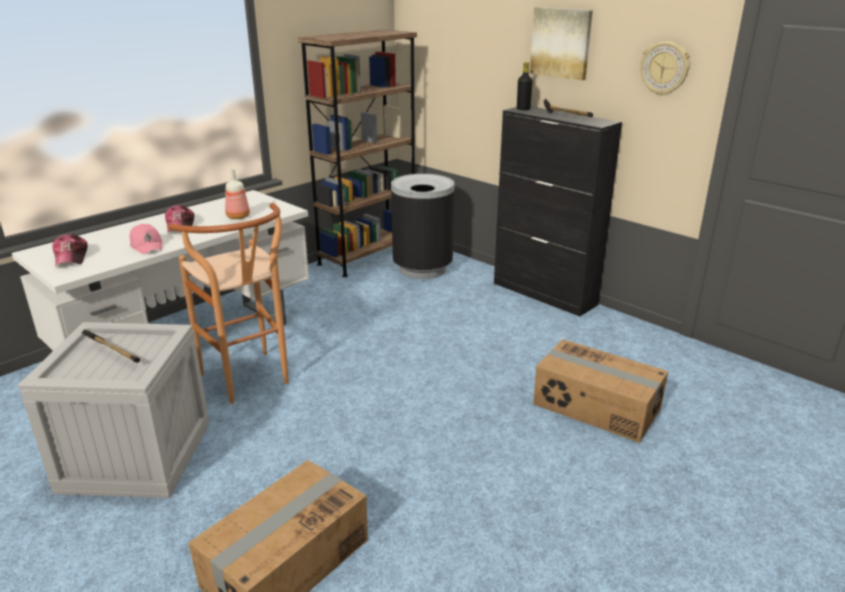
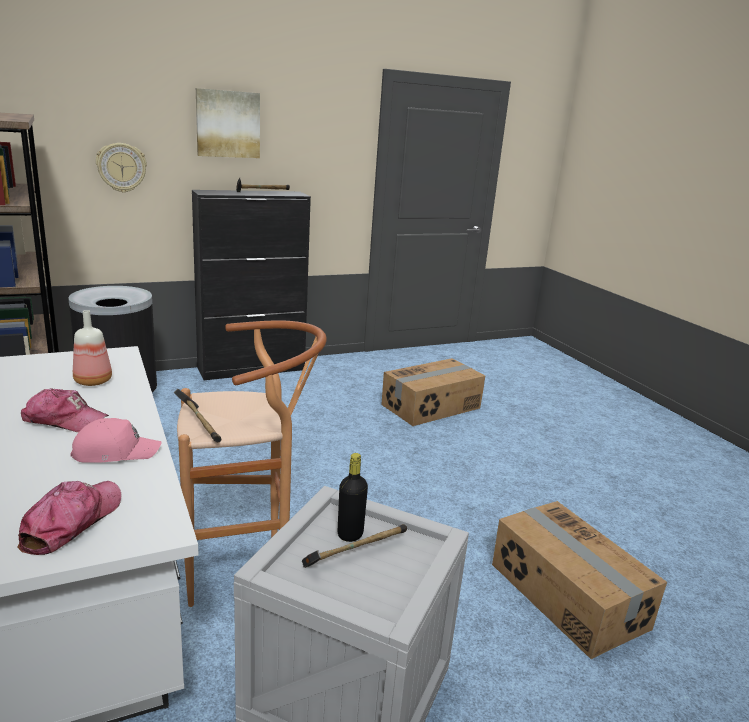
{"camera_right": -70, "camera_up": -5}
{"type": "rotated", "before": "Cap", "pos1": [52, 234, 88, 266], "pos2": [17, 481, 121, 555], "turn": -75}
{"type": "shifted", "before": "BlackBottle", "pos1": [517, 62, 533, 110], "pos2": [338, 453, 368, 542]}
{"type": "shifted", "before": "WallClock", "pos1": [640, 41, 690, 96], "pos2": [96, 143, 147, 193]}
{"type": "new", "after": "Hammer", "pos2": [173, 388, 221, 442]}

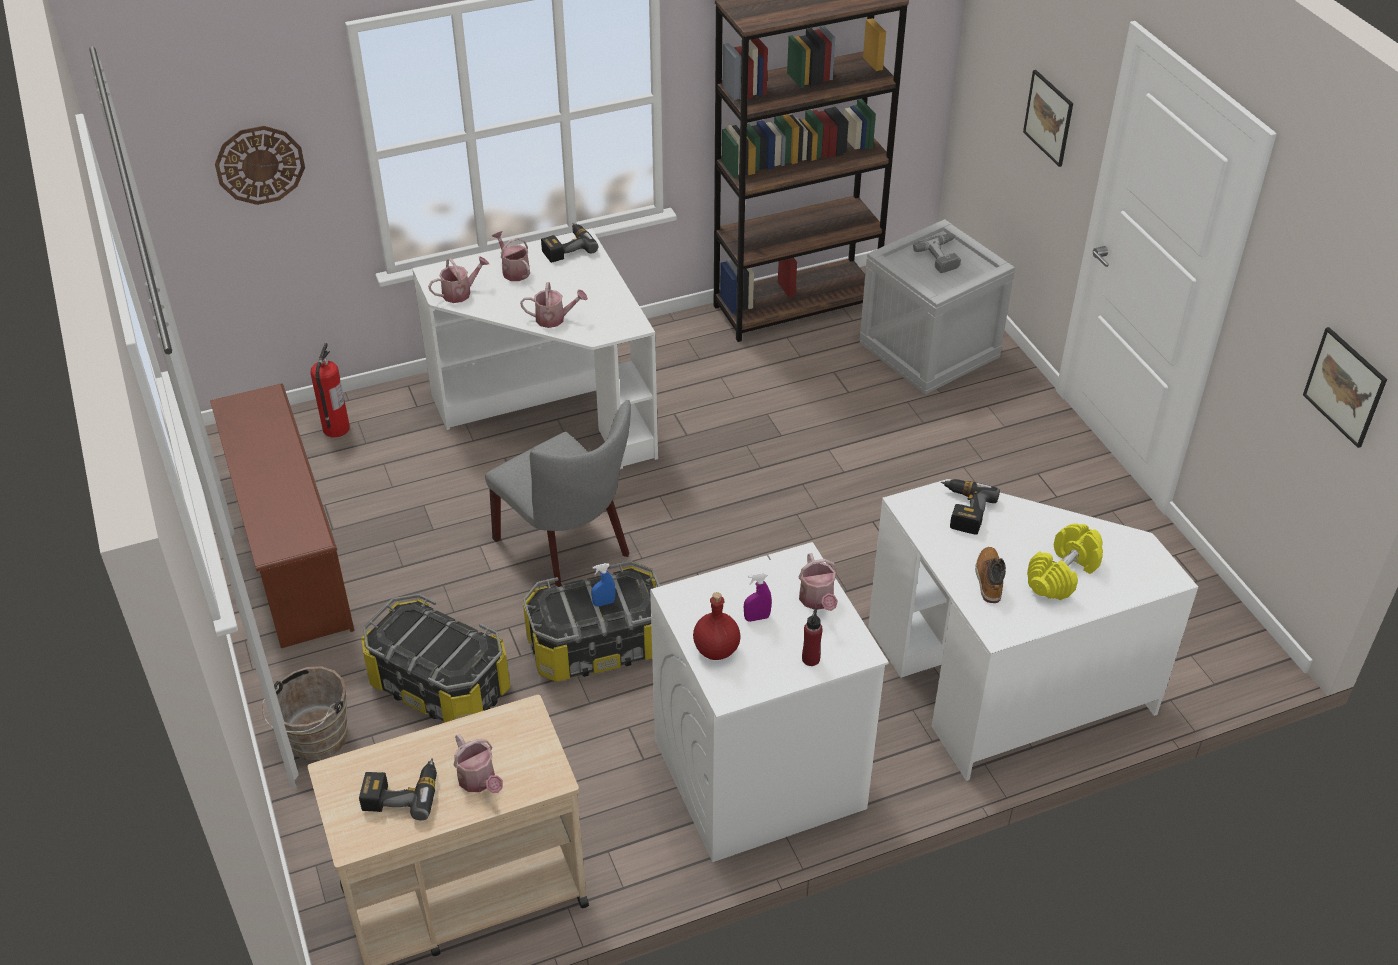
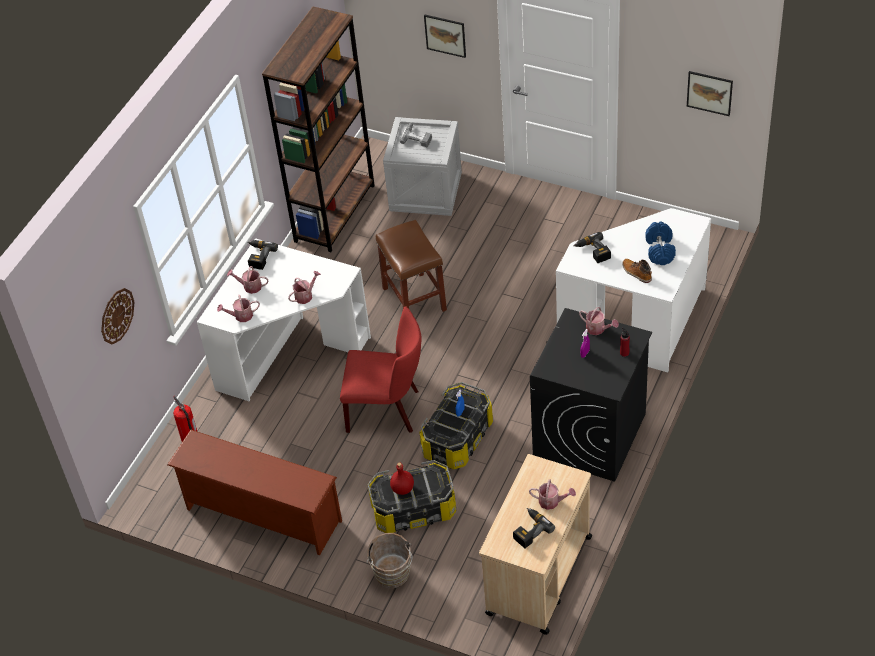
{"camera_right": -40, "camera_up": 5}
{"type": "rotated", "before": "WateringCan", "pos1": [428, 256, 489, 303], "pos2": [217, 295, 260, 322], "turn": -120}
{"type": "repainted", "before": "GreyChair", "after": "RedChair", "pos1": [485, 400, 631, 587], "pos2": [340, 306, 422, 433]}
{"type": "repainted", "before": "WhiteWashingMachine", "after": "BlackWashingMachine", "pos1": [650, 542, 889, 862], "pos2": [530, 308, 652, 482]}
{"type": "shifted", "before": "RedBottle", "pos1": [693, 592, 741, 660], "pos2": [390, 463, 414, 495]}
{"type": "repainted", "before": "YellowDumbbell", "after": "BlueDumbbell", "pos1": [1027, 524, 1103, 600], "pos2": [645, 222, 676, 265]}
{"type": "new", "after": "BrownStool", "pos2": [376, 220, 447, 312]}

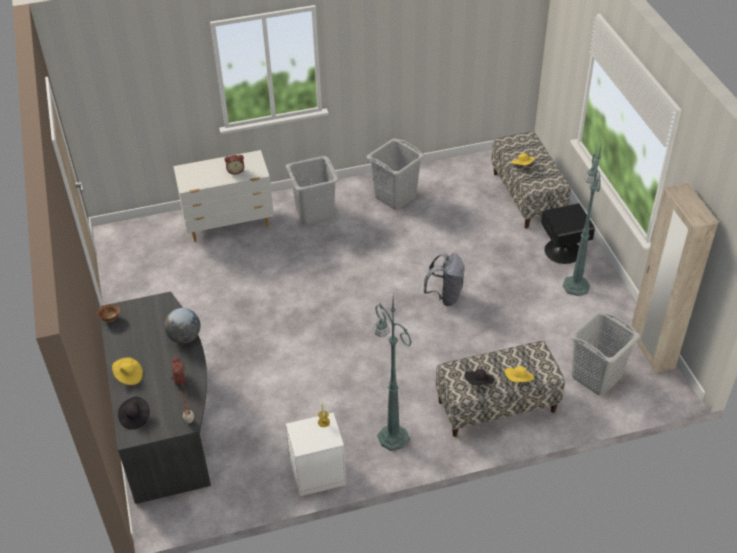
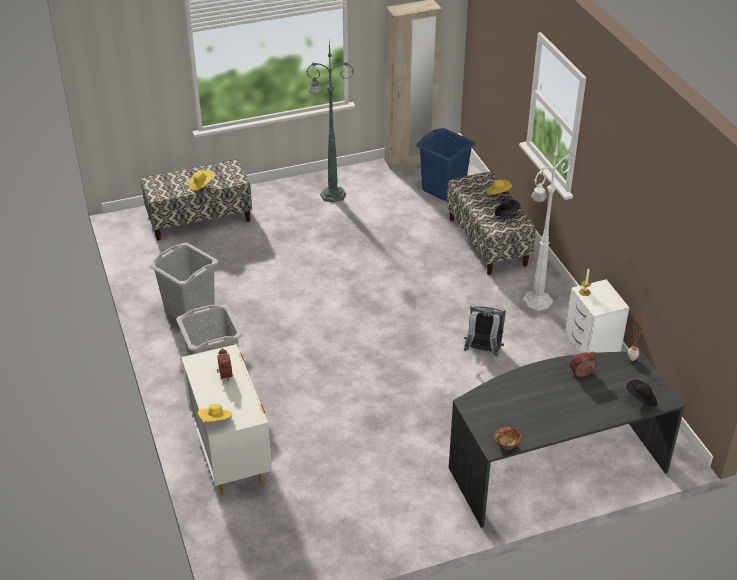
{"camera_right": -95, "camera_up": -5}
{"type": "shifted", "before": "YellowHat", "pos1": [112, 357, 143, 385], "pos2": [198, 404, 232, 422]}
{"type": "gone", "before": "Globe", "pos1": [164, 308, 201, 344]}
{"type": "repainted", "before": "GreenFloorLamp", "after": "WhiteFloorLamp", "pos1": [373, 298, 412, 451], "pos2": [522, 138, 572, 311]}
{"type": "shifted", "before": "GreyBackpack", "pos1": [423, 253, 465, 306], "pos2": [464, 305, 506, 357]}
{"type": "gone", "before": "BlackNightstand", "pos1": [541, 203, 595, 264]}
{"type": "repainted", "before": "GreyLaundryBasket", "after": "BlueLaundryBasket", "pos1": [570, 310, 640, 395], "pos2": [416, 128, 476, 201]}

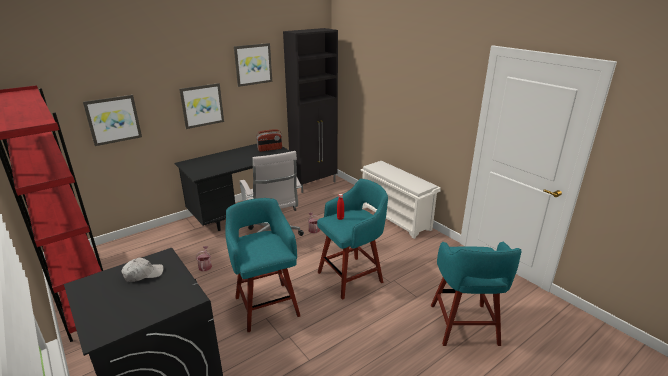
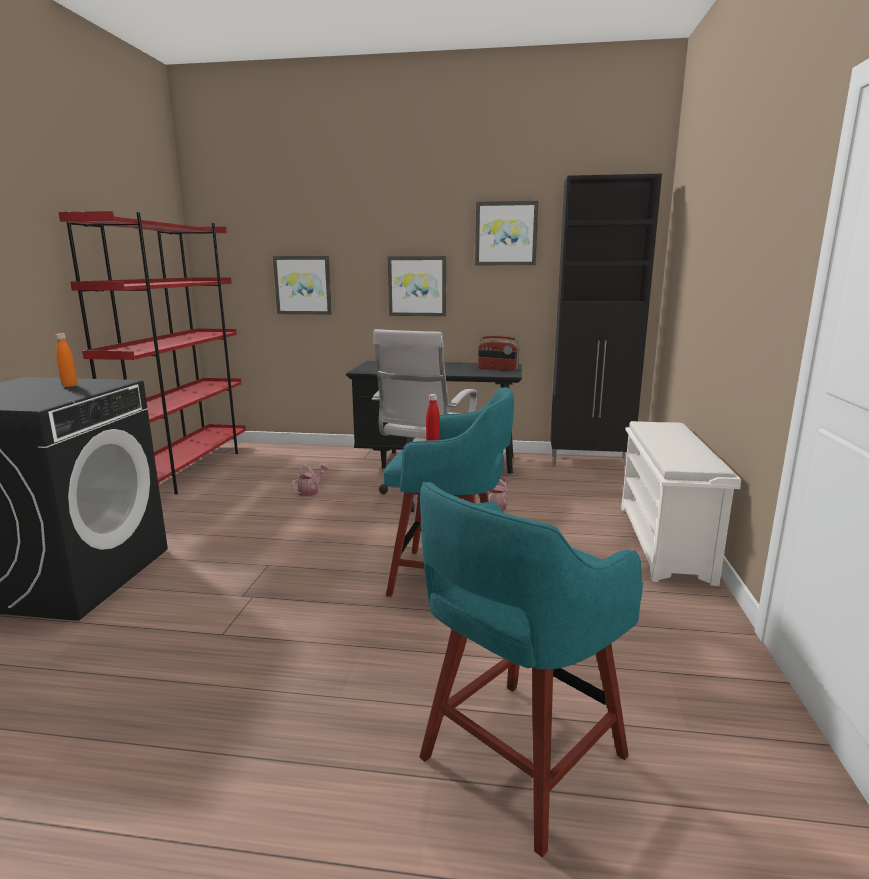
{"camera_right": 45, "camera_up": -10}
{"type": "swapped", "before": "WhiteCap", "after": "OrangeBottle", "pos1": [122, 258, 164, 282], "pos2": [56, 333, 77, 387]}
{"type": "gone", "before": "TurquoiseStool", "pos1": [225, 198, 300, 332]}

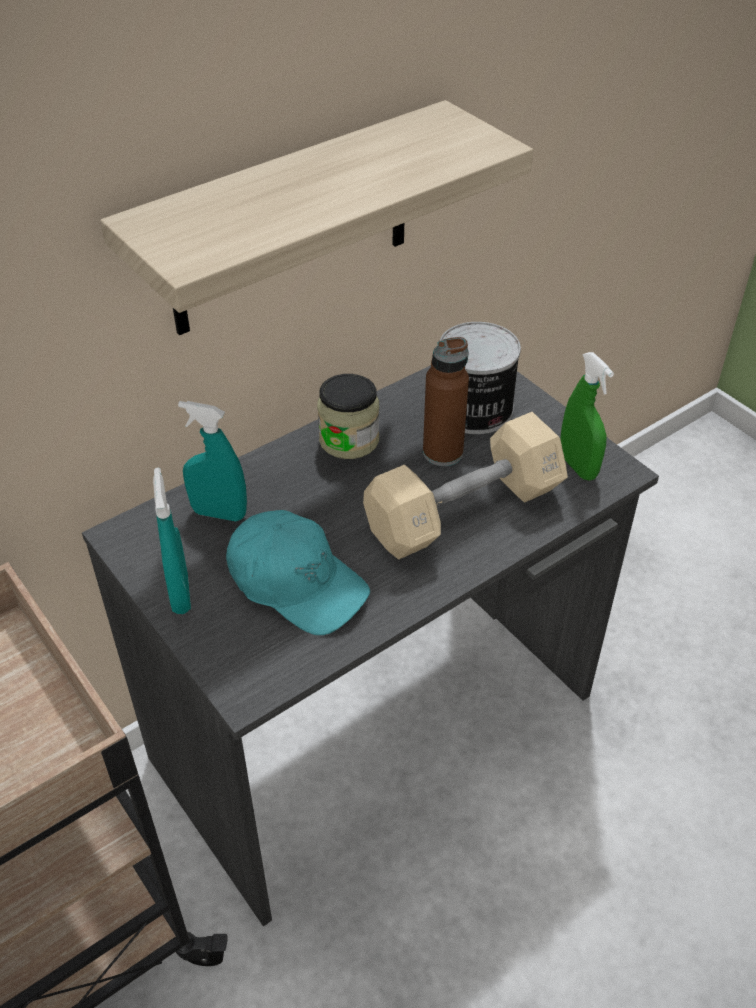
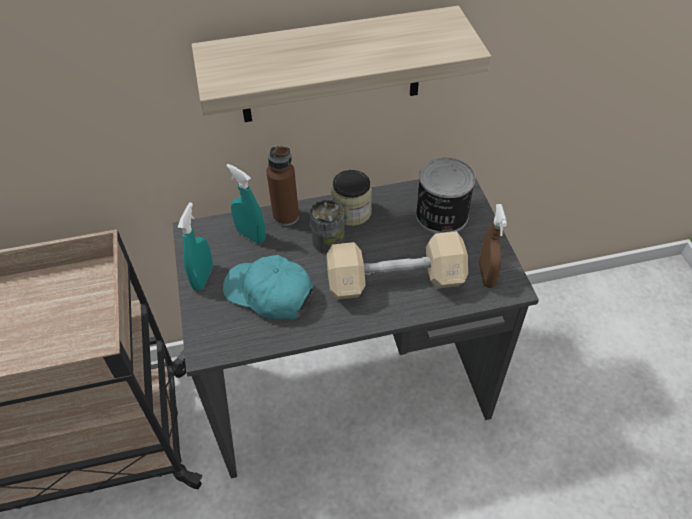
{"camera_right": 25, "camera_up": 5}
{"type": "rotated", "before": "TurquoiseCap", "pos1": [226, 510, 370, 635], "pos2": [223, 255, 313, 320], "turn": 150}
{"type": "shifted", "before": "BrownBottle", "pos1": [423, 337, 469, 466], "pos2": [266, 146, 299, 226]}
{"type": "repainted", "before": "GreenSprayBottle", "after": "BrownSprayBottle", "pos1": [560, 352, 614, 480], "pos2": [479, 204, 507, 288]}
{"type": "new", "after": "Can", "pos2": [310, 199, 345, 254]}

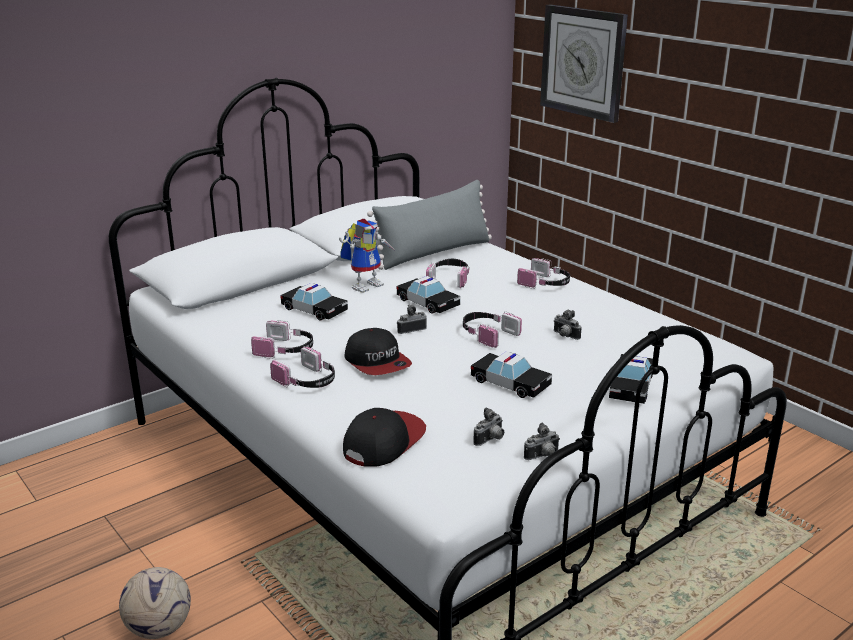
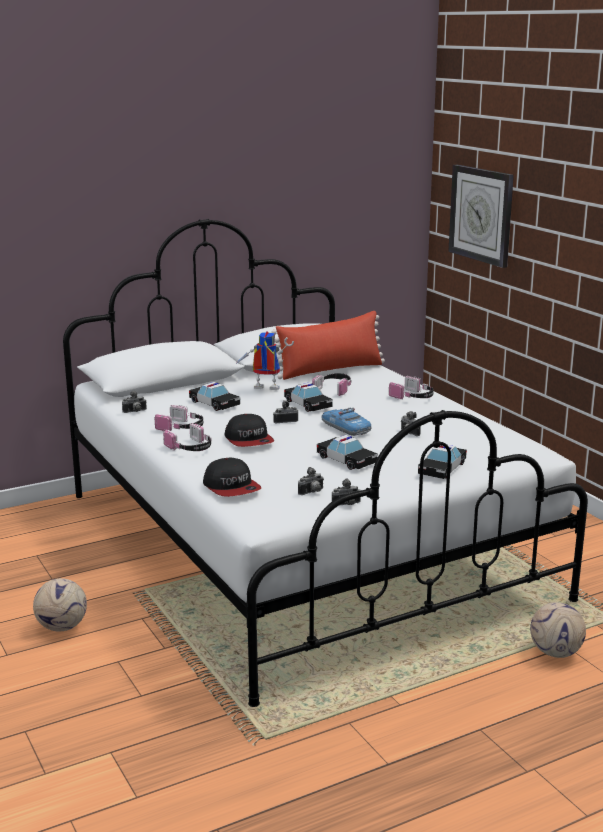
{"camera_right": 10, "camera_up": -5}
{"type": "rotated", "before": "ToyRobot", "pos1": [339, 219, 394, 293], "pos2": [236, 332, 294, 390], "turn": -135}
{"type": "rotated", "before": "Cap", "pos1": [343, 408, 426, 467], "pos2": [203, 458, 261, 497], "turn": 105}
{"type": "repainted", "before": "GreyPillow", "after": "RedPillow", "pos1": [367, 180, 492, 270], "pos2": [271, 311, 385, 380]}
{"type": "swapped", "before": "Headphones", "after": "ToyCar", "pos1": [463, 311, 522, 348], "pos2": [321, 408, 371, 436]}
{"type": "new", "after": "PhotoCamera", "pos2": [122, 390, 147, 413]}
{"type": "new", "after": "Football", "pos2": [530, 602, 586, 658]}

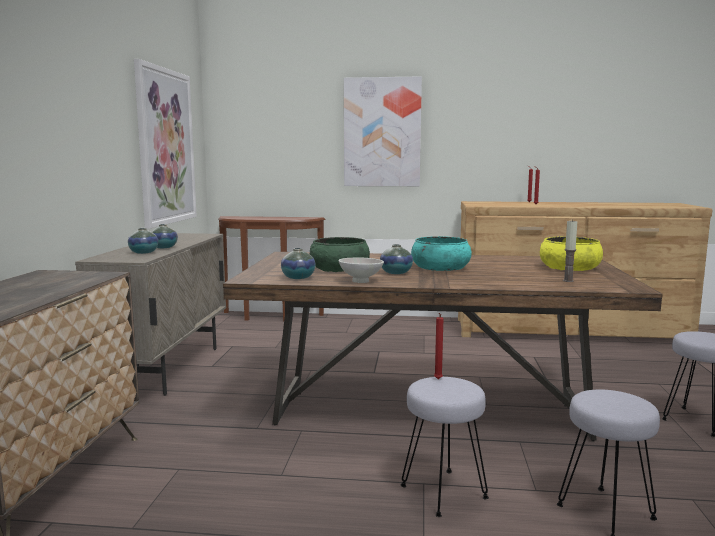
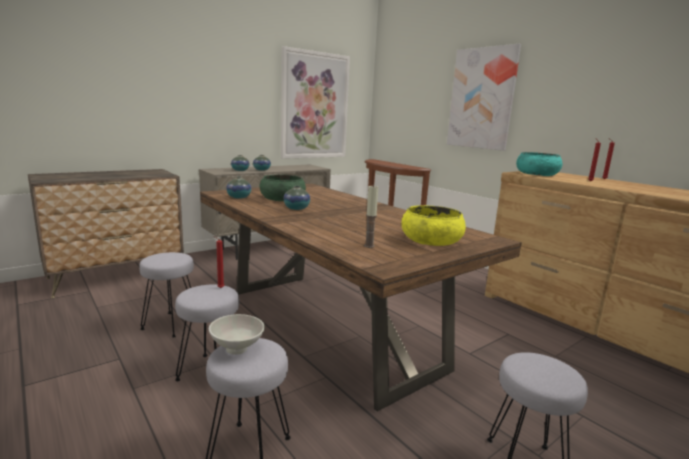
{"camera_right": 45, "camera_up": 5}
{"type": "shifted", "before": "WhiteBowl", "pos1": [338, 257, 384, 283], "pos2": [209, 314, 265, 355]}
{"type": "shifted", "before": "TurquoiseBowl", "pos1": [411, 236, 472, 271], "pos2": [516, 152, 563, 176]}
{"type": "new", "after": "GreyStool", "pos2": [139, 252, 194, 338]}

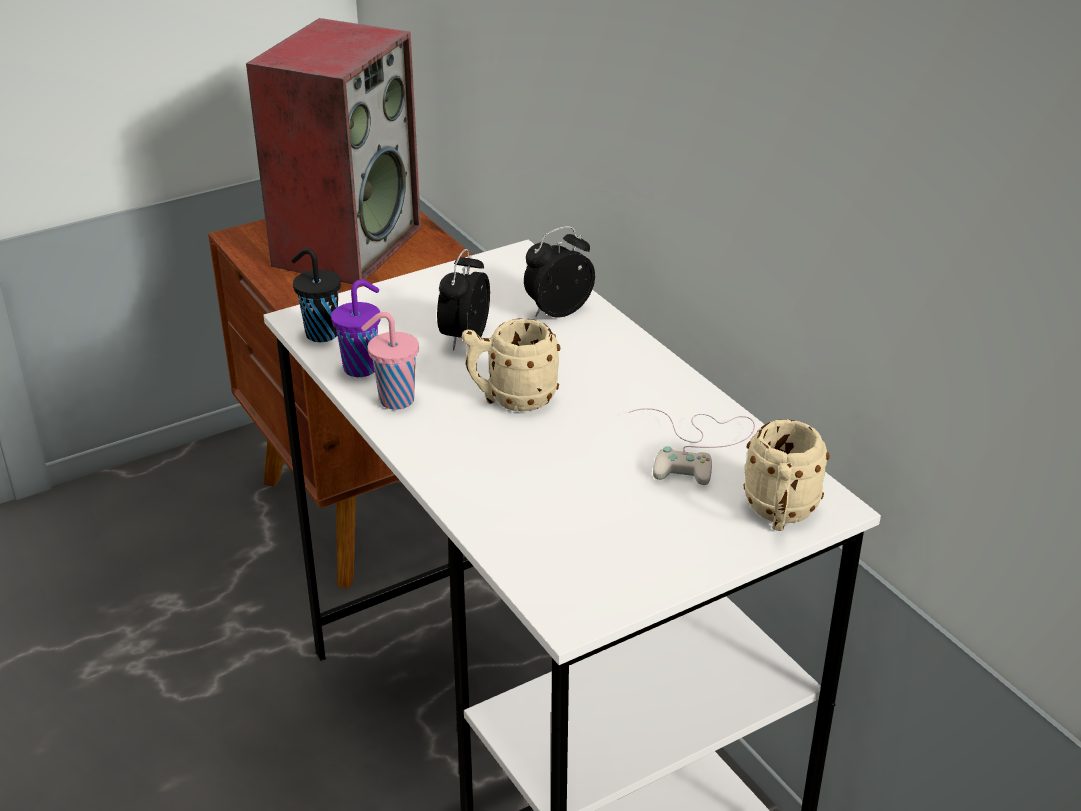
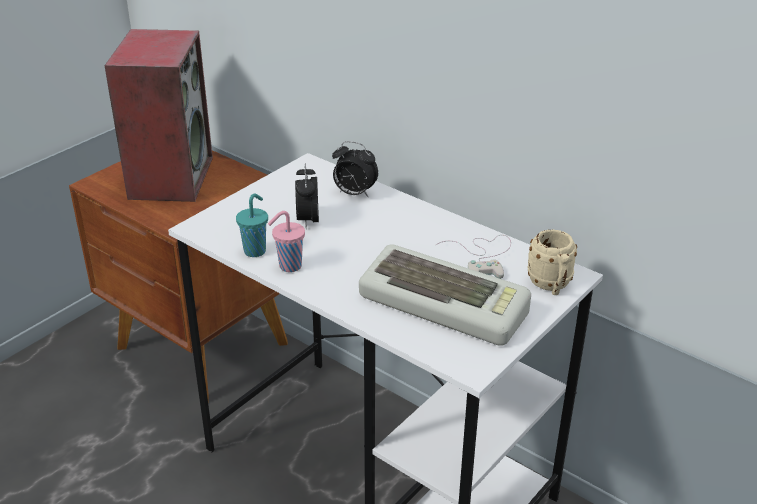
{"camera_right": -20, "camera_up": 0}
{"type": "gone", "before": "BlackCup", "pos1": [291, 248, 341, 342]}
{"type": "repainted", "before": "PurpleCup", "after": "TurquoiseCup", "pos1": [331, 280, 381, 377], "pos2": [236, 194, 268, 257]}
{"type": "gone", "before": "BeigeMug", "pos1": [462, 319, 560, 411]}
{"type": "rotated", "before": "AlarmClock", "pos1": [524, 226, 595, 318], "pos2": [332, 141, 378, 197], "turn": -105}
{"type": "new", "after": "Keyboard", "pos2": [359, 244, 531, 346]}

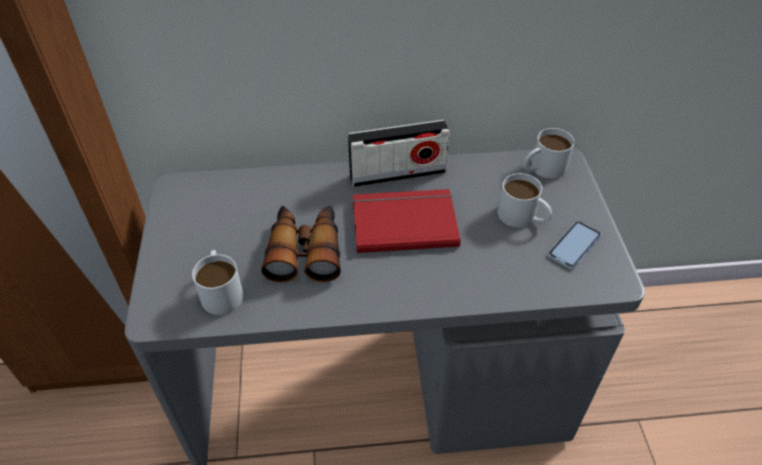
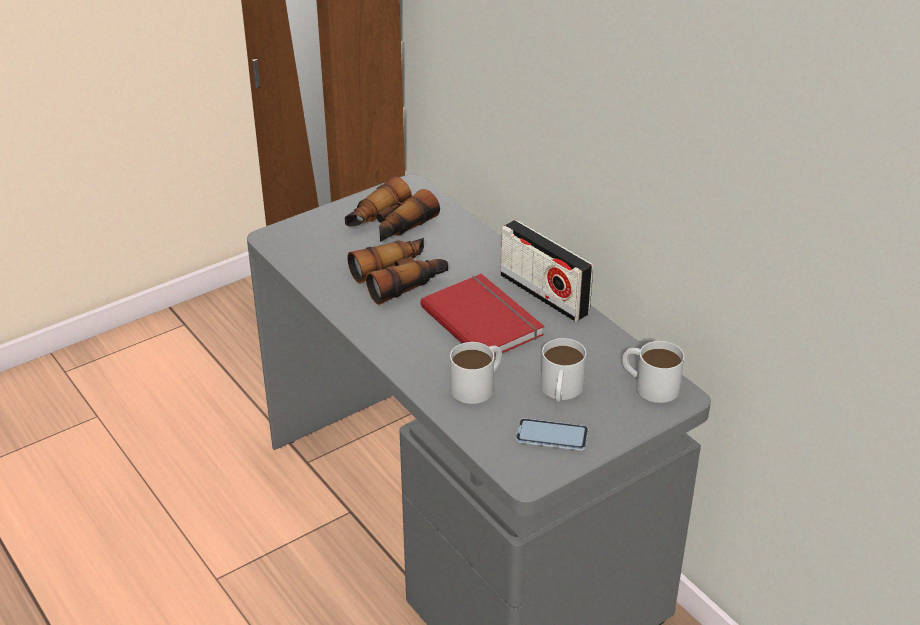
{"camera_right": 60, "camera_up": -10}
{"type": "shifted", "before": "WhiteMug", "pos1": [192, 250, 243, 315], "pos2": [450, 342, 502, 404]}
{"type": "new", "after": "Binoculars", "pos2": [345, 176, 440, 242]}

